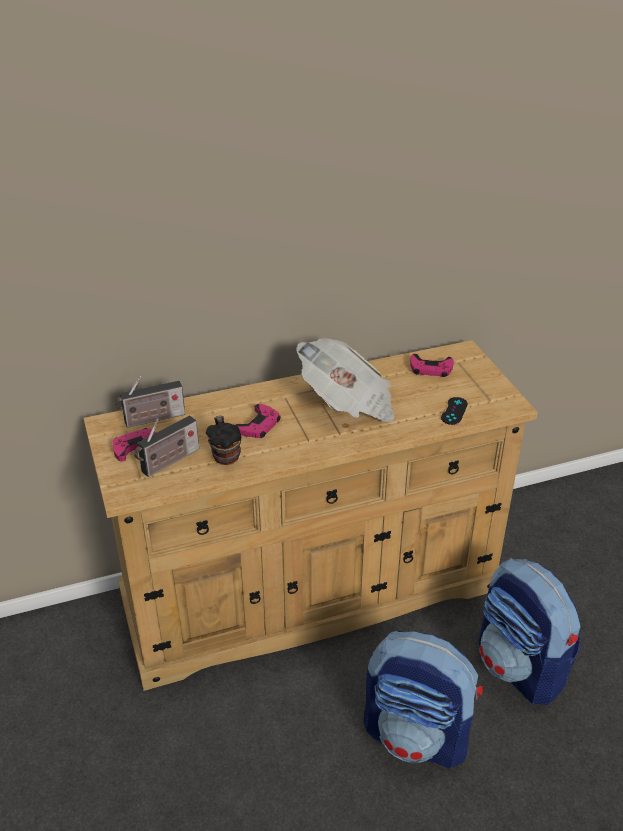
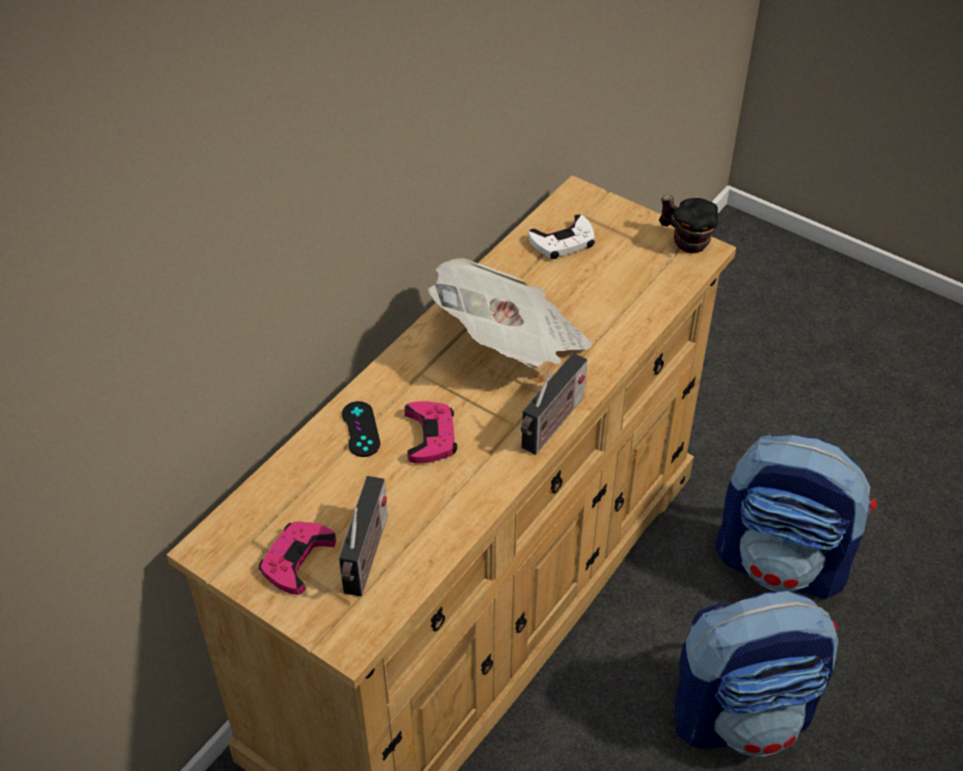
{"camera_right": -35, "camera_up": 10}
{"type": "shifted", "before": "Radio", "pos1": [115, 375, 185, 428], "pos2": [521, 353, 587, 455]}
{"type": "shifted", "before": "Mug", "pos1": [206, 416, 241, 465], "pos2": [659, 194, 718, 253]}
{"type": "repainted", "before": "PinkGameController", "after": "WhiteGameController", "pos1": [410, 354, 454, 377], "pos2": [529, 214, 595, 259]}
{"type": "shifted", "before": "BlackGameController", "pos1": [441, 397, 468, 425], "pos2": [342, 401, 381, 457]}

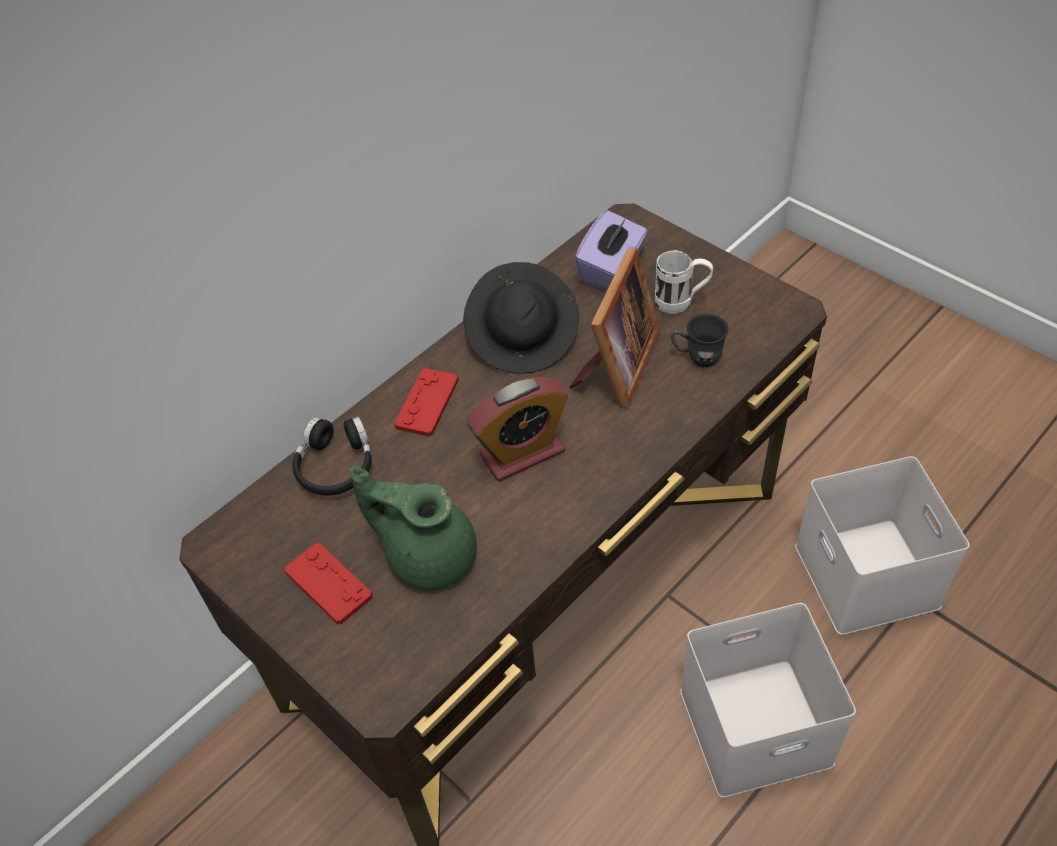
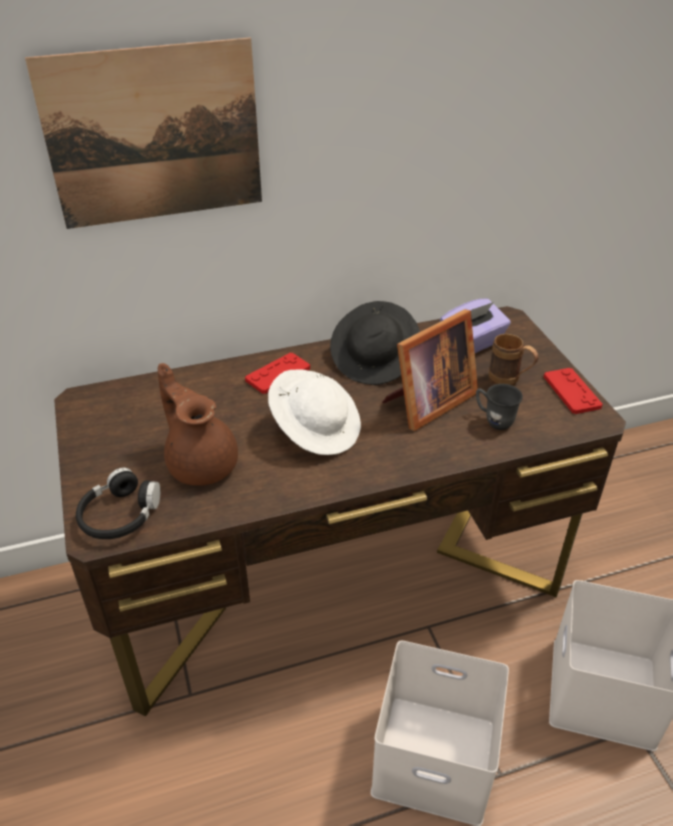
{"camera_right": 25, "camera_up": -10}
{"type": "shifted", "before": "RedGameController", "pos1": [284, 543, 373, 624], "pos2": [544, 368, 603, 414]}
{"type": "shifted", "before": "BlackHeadphones", "pos1": [292, 417, 372, 495], "pos2": [76, 468, 160, 539]}
{"type": "repainted", "before": "GreenTeapot", "after": "BrownTeapot", "pos1": [350, 466, 477, 591], "pos2": [158, 363, 238, 486]}
{"type": "swapped", "before": "AlarmClock", "after": "WhiteHat", "pos1": [467, 377, 569, 482], "pos2": [268, 369, 361, 455]}
{"type": "repainted", "before": "WhiteMug", "after": "BrownMug", "pos1": [655, 250, 713, 314], "pos2": [488, 334, 539, 386]}
{"type": "new", "after": "Picture", "pos2": [25, 37, 262, 229]}

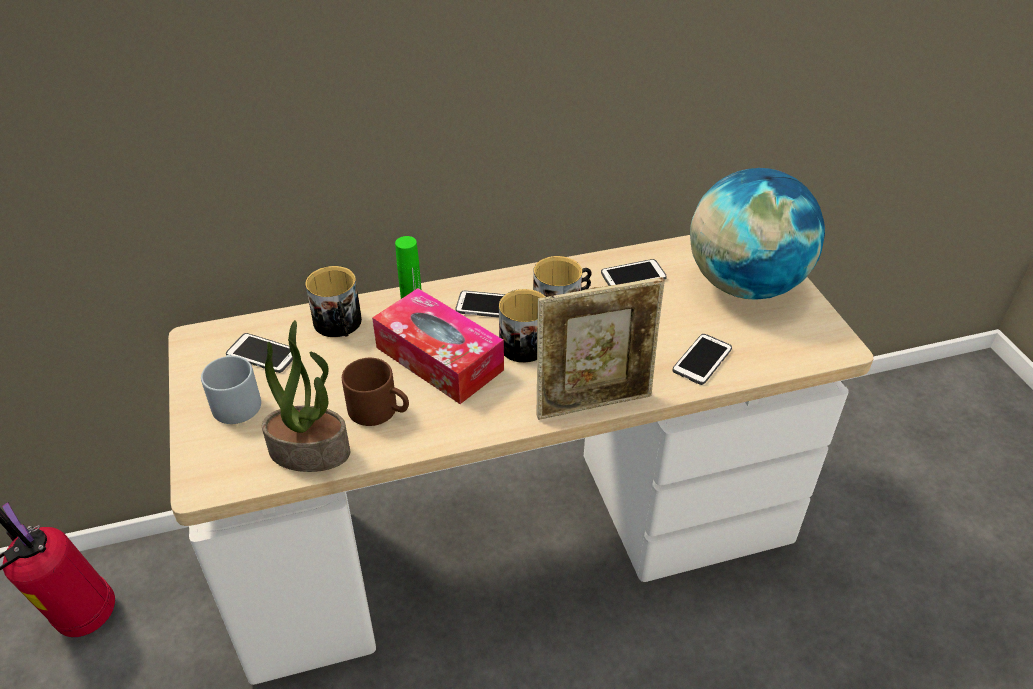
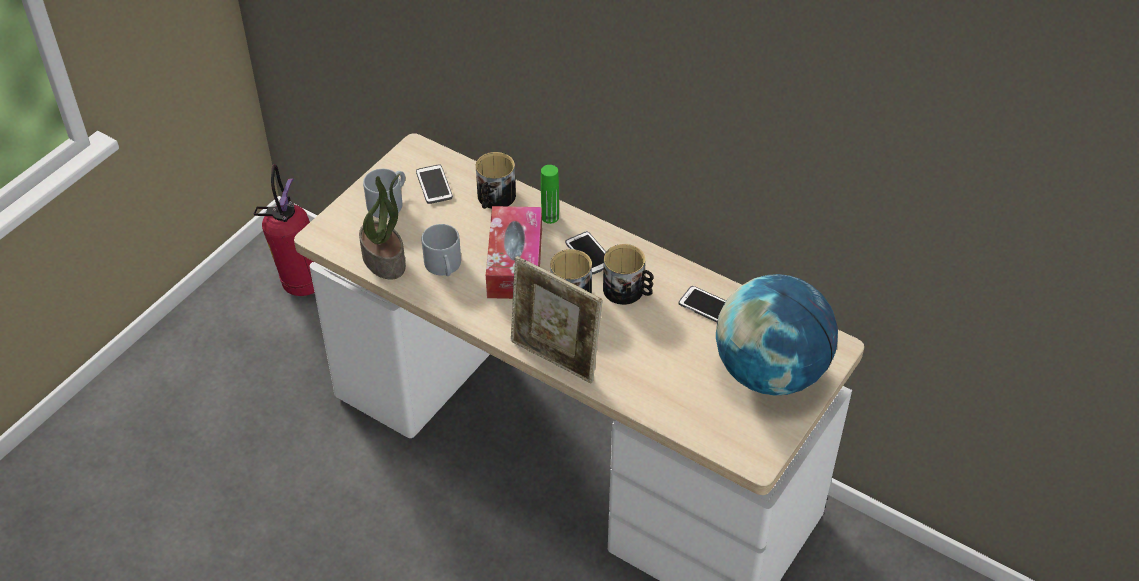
{"camera_right": 50, "camera_up": 5}
{"type": "repainted", "before": "BrownMug", "after": "GreyMug", "pos1": [342, 358, 409, 426], "pos2": [422, 224, 461, 276]}
{"type": "gone", "before": "Phone", "pos1": [672, 334, 732, 385]}

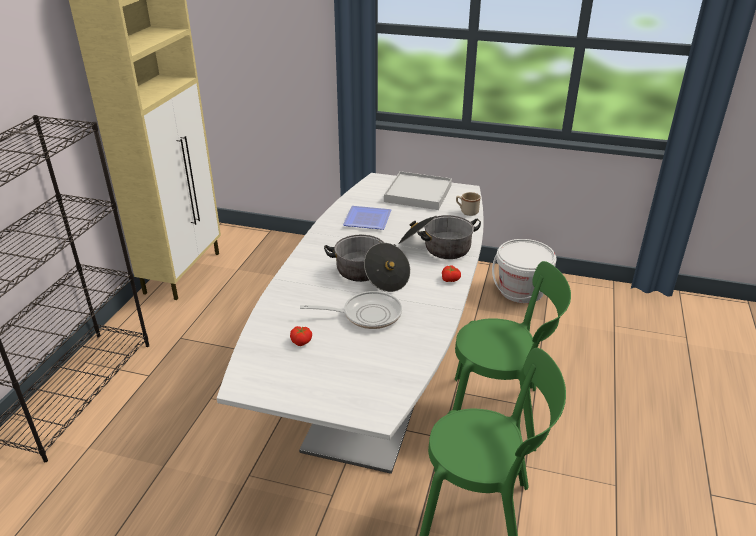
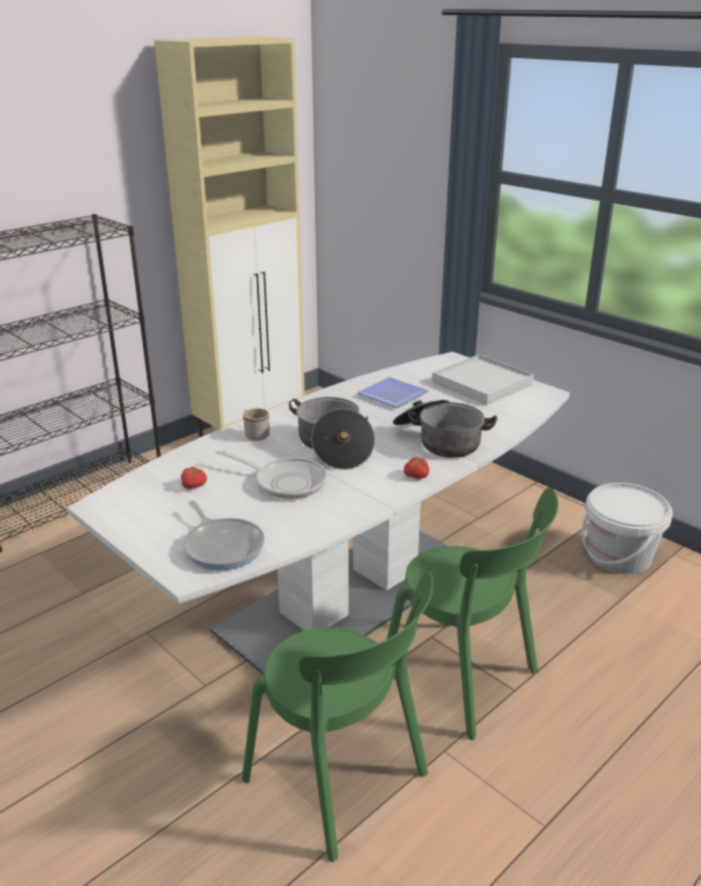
{"camera_right": 30, "camera_up": -5}
{"type": "shifted", "before": "BeigeMug", "pos1": [456, 192, 481, 216], "pos2": [243, 408, 270, 441]}
{"type": "new", "after": "FryingPan", "pos2": [183, 501, 264, 571]}

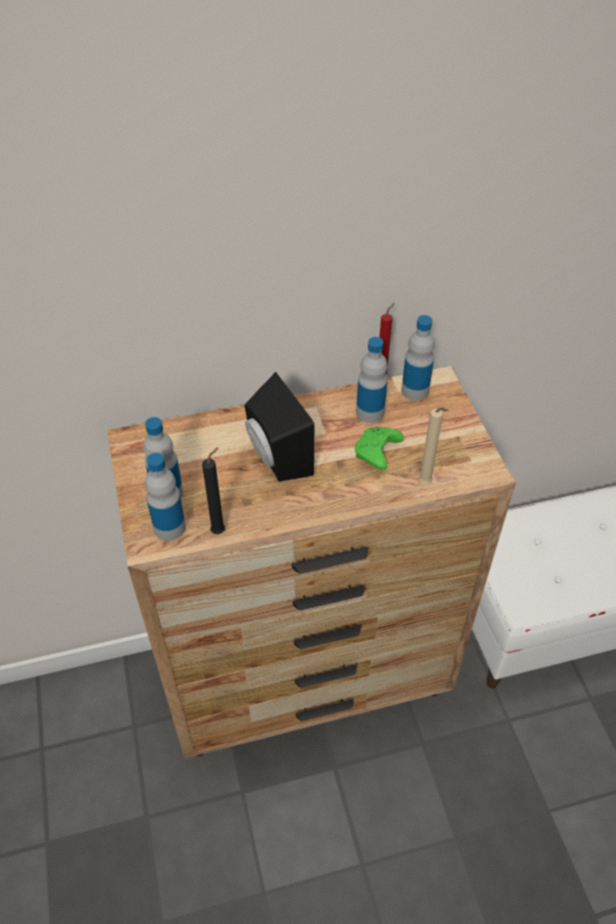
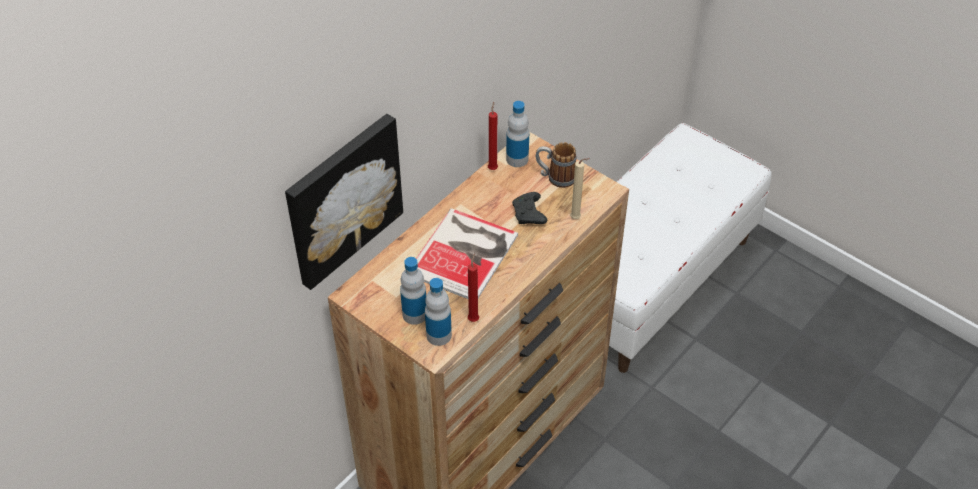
{"camera_right": -35, "camera_up": 0}
{"type": "repainted", "before": "BlackCandle", "after": "RedCandle", "pos1": [202, 447, 225, 534], "pos2": [468, 253, 479, 322]}
{"type": "swapped", "before": "BlackSpeaker", "after": "Book", "pos1": [244, 372, 314, 482], "pos2": [416, 208, 518, 299]}
{"type": "repainted", "before": "GreenGameController", "after": "BlackGameController", "pos1": [355, 427, 404, 470], "pos2": [512, 192, 547, 224]}
{"type": "gone", "before": "Bottle", "pos1": [356, 337, 388, 423]}
{"type": "new", "after": "Picture", "pos2": [285, 114, 403, 290]}
{"type": "new", "after": "Mug", "pos2": [536, 142, 576, 188]}

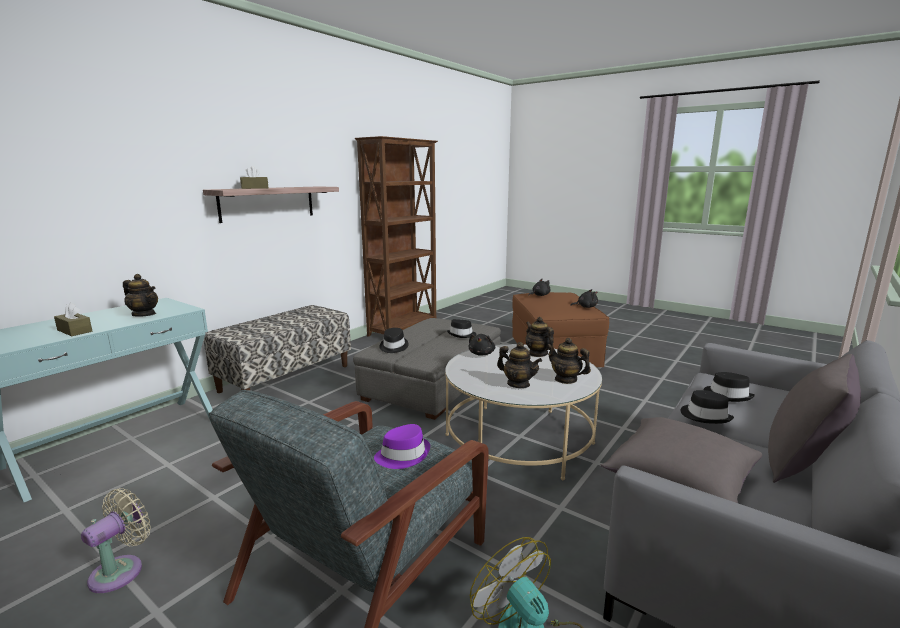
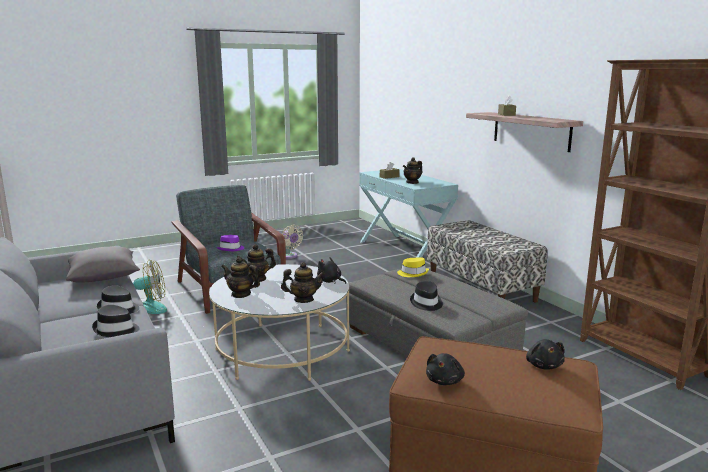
{"camera_right": 115, "camera_up": 0}
{"type": "repainted", "before": "BlackHat", "after": "YellowHat", "pos1": [379, 328, 409, 353], "pos2": [397, 258, 429, 277]}
{"type": "rotated", "before": "Teapot", "pos1": [547, 338, 591, 384], "pos2": [221, 257, 260, 298], "turn": -135}
{"type": "gone", "before": "GreyPillow", "pos1": [768, 354, 861, 483]}

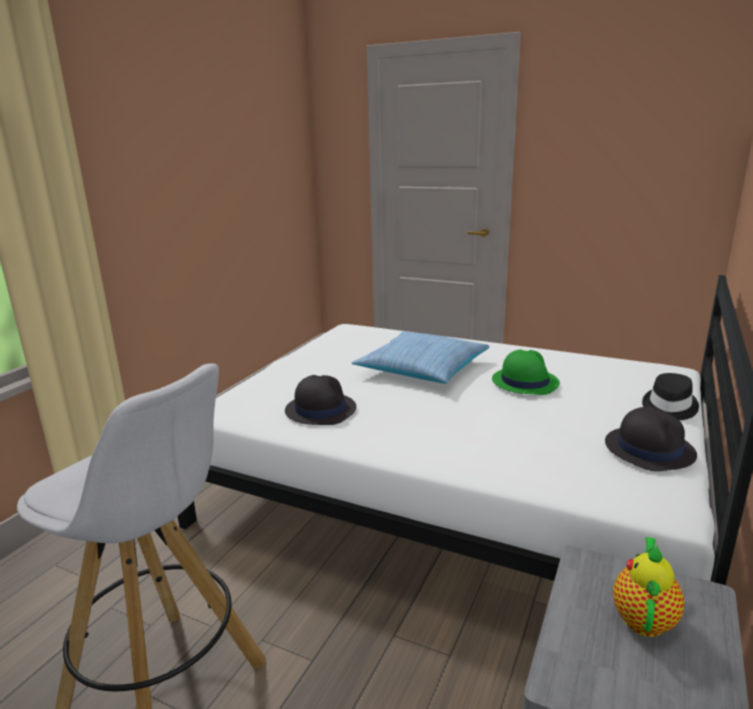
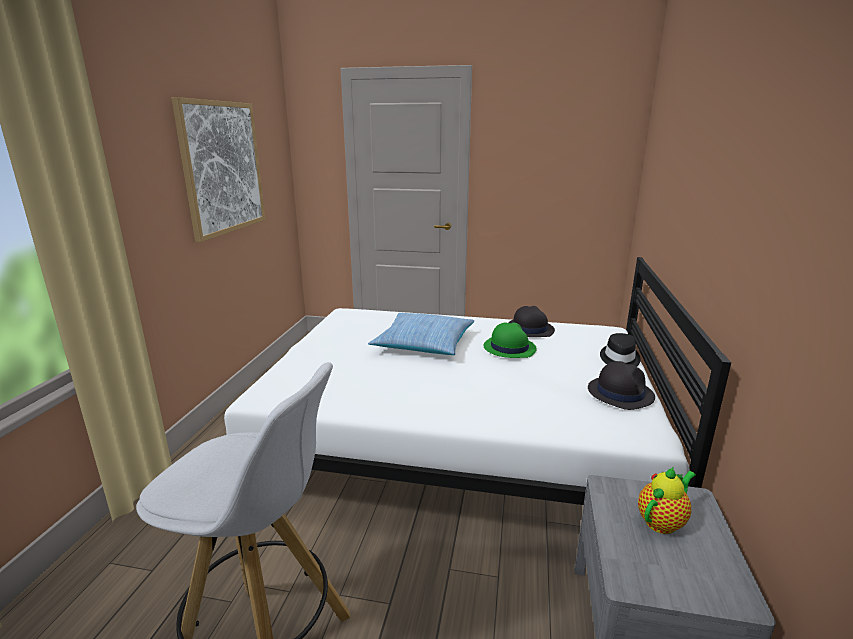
{"camera_right": -15, "camera_up": 0}
{"type": "shifted", "before": "BlackHat", "pos1": [285, 375, 356, 425], "pos2": [508, 306, 555, 337]}
{"type": "rotated", "before": "Teapot", "pos1": [613, 537, 684, 637], "pos2": [638, 467, 696, 534], "turn": 45}
{"type": "new", "after": "Picture", "pos2": [171, 97, 265, 242]}

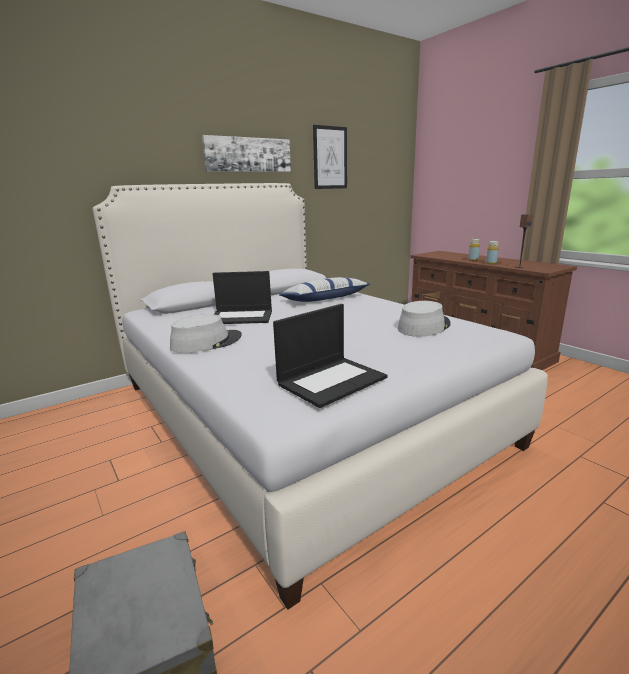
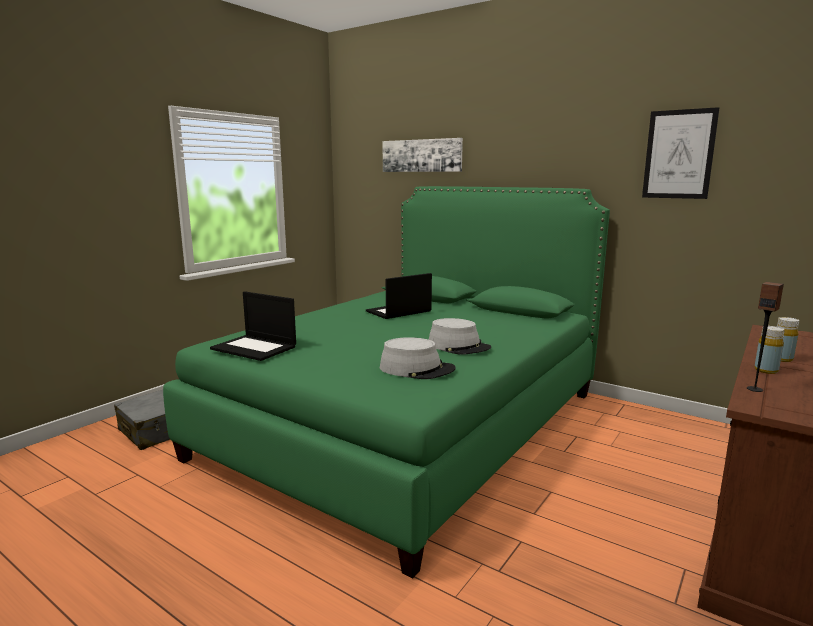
{"camera_right": 70, "camera_up": -5}
{"type": "repainted", "before": "WhiteBed", "after": "GreenBed", "pos1": [92, 183, 548, 609], "pos2": [163, 186, 610, 579]}
{"type": "shifted", "before": "GreyHat", "pos1": [170, 314, 242, 353], "pos2": [429, 318, 491, 355]}
{"type": "shifted", "before": "Picture", "pos1": [202, 135, 291, 172], "pos2": [382, 138, 463, 172]}
{"type": "rotated", "before": "Laptop", "pos1": [212, 271, 272, 324], "pos2": [366, 273, 432, 319], "turn": 75}
{"type": "gone", "before": "Pillow", "pos1": [279, 277, 370, 302]}

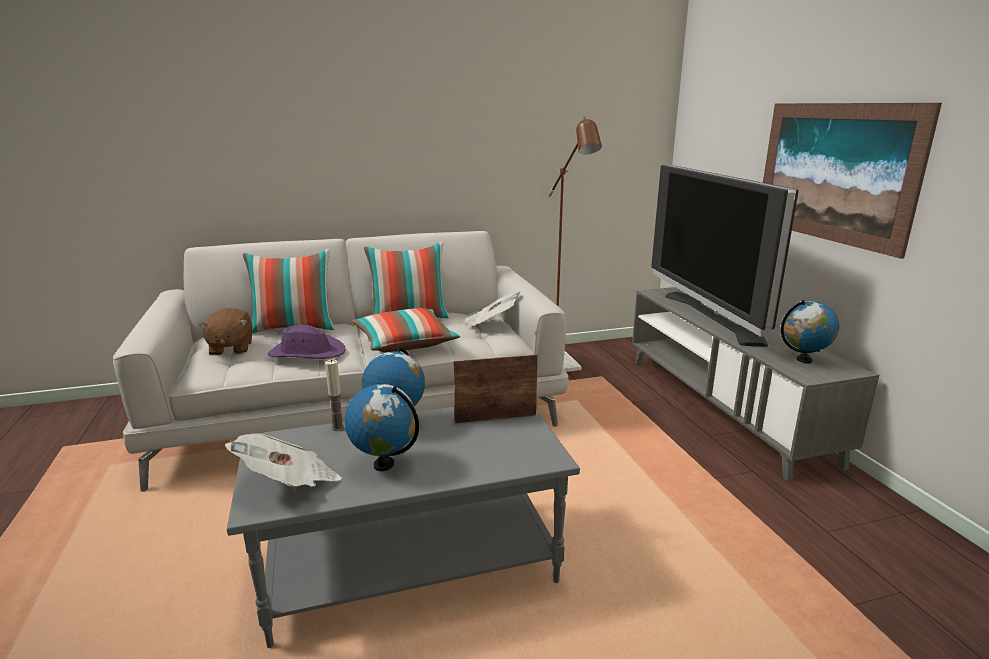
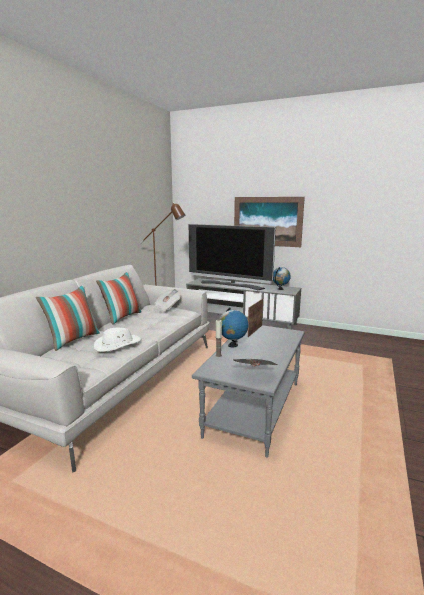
{"camera_right": -50, "camera_up": -5}
{"type": "gone", "before": "BrownPlushToy", "pos1": [198, 308, 252, 355]}
{"type": "repainted", "before": "PurpleHat", "after": "WhiteHat", "pos1": [268, 324, 346, 359], "pos2": [94, 328, 141, 352]}
{"type": "gone", "before": "Globe", "pos1": [344, 384, 419, 471]}
{"type": "gone", "before": "Pillow", "pos1": [352, 308, 460, 353]}

